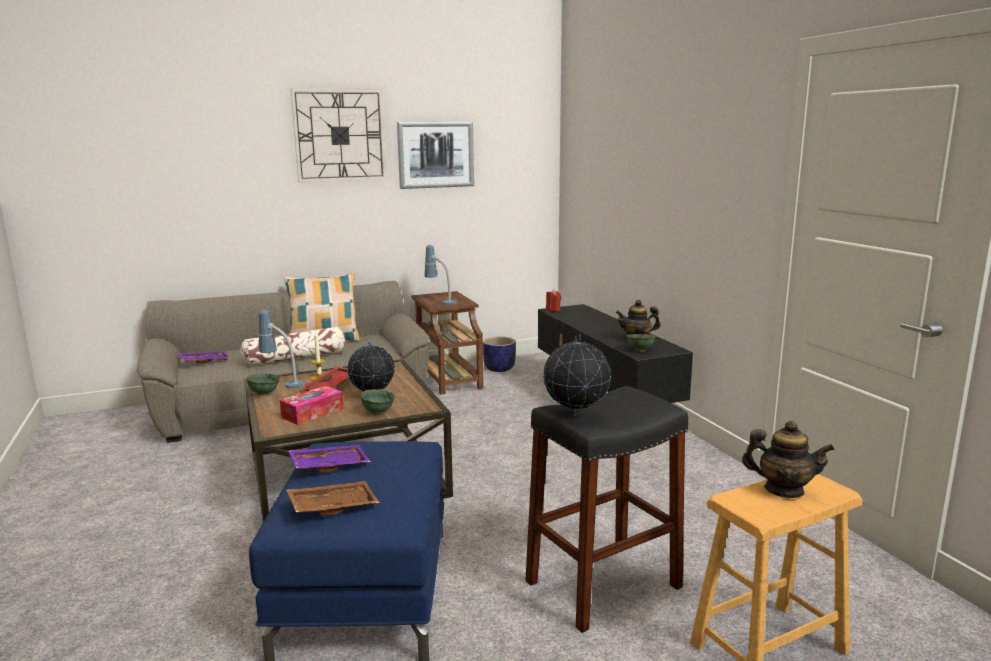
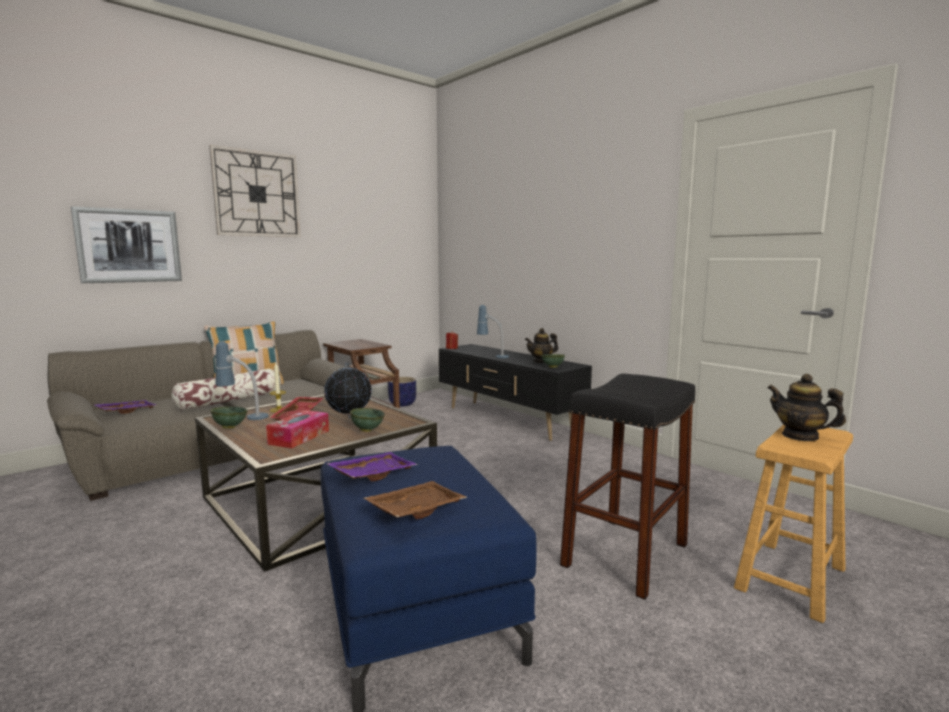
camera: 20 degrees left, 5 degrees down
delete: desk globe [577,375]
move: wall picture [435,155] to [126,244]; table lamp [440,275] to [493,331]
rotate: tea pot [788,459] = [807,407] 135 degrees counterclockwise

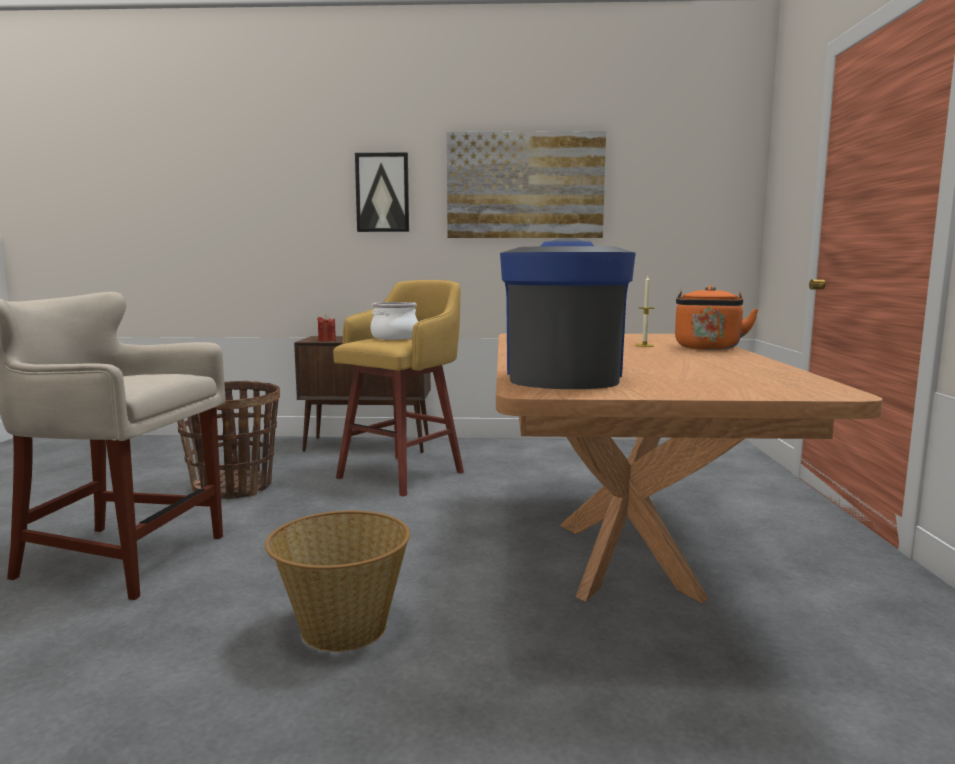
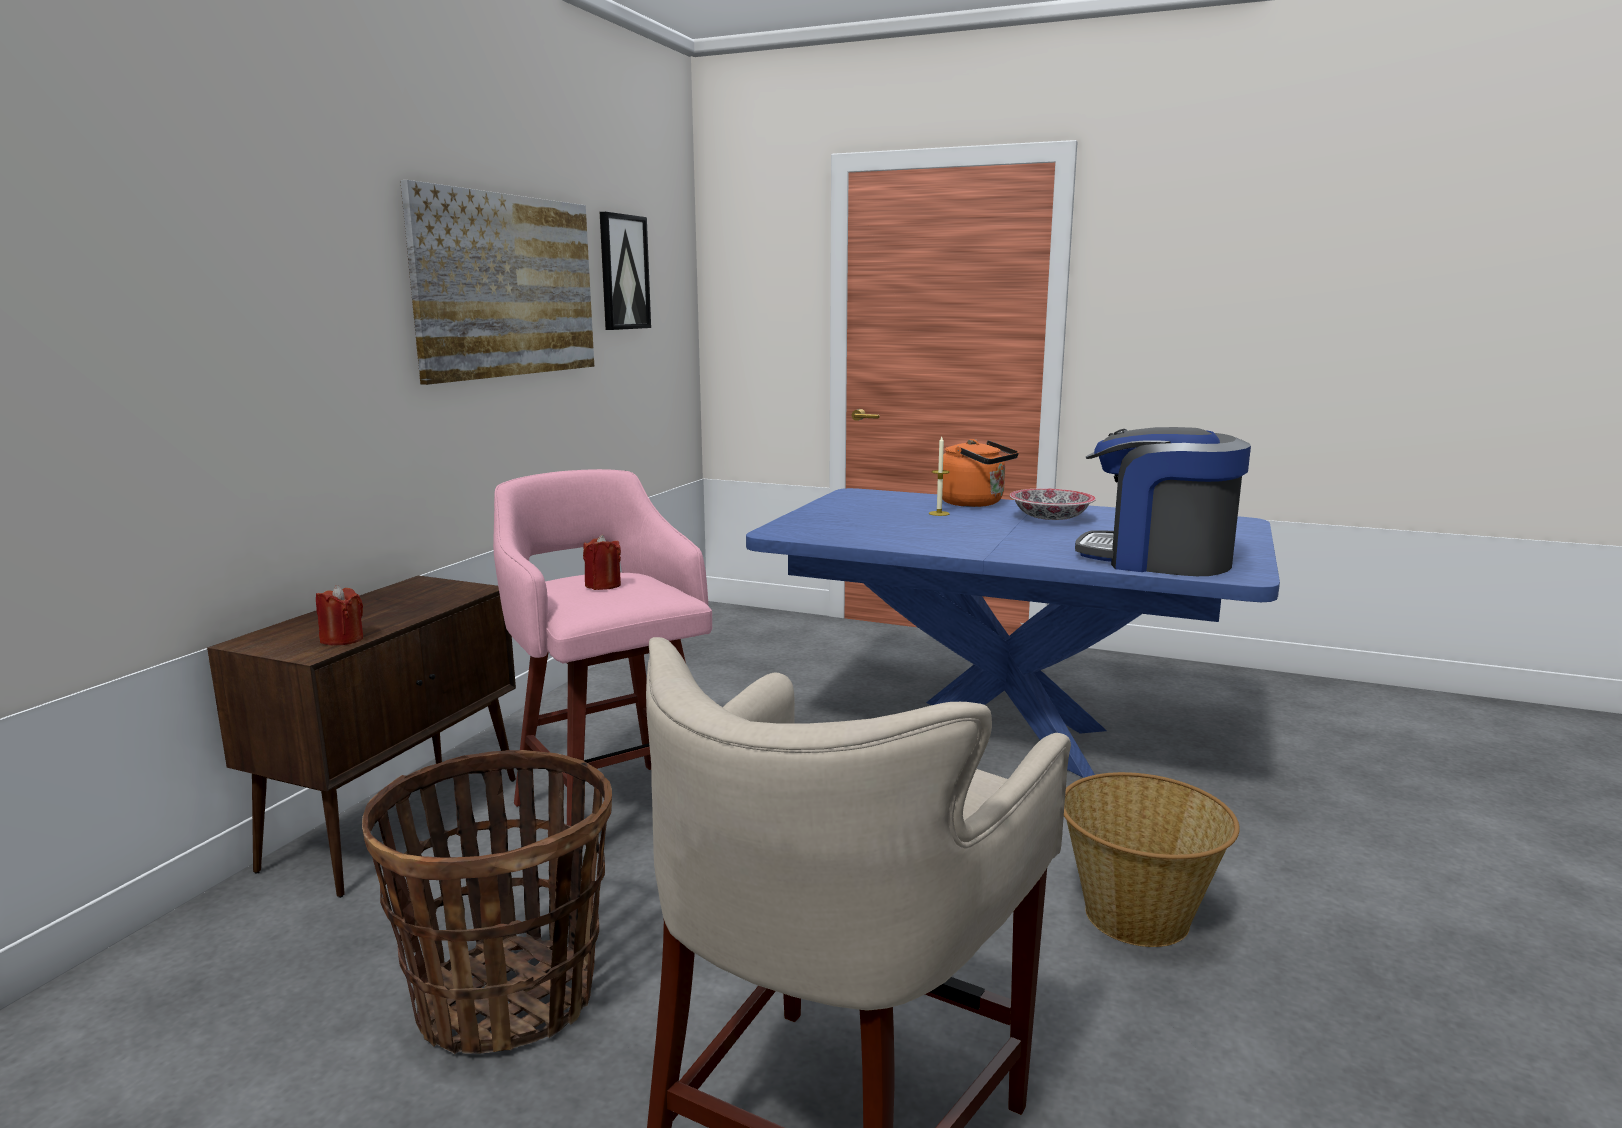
camera: 70 degrees left, 5 degrees up
insert: deep dish [1053,504]
move: wall picture [382,192] to [625,271]
replace: stockpot [394,321] to wax light (reddish) [602,562]
recolor: stool seat (yellow-coloured) [398,388] to stool seat (pinkish) [602,647]; kitchen table (brownish) [689,468] to kitchen table (blue-coloured) [1013,633]

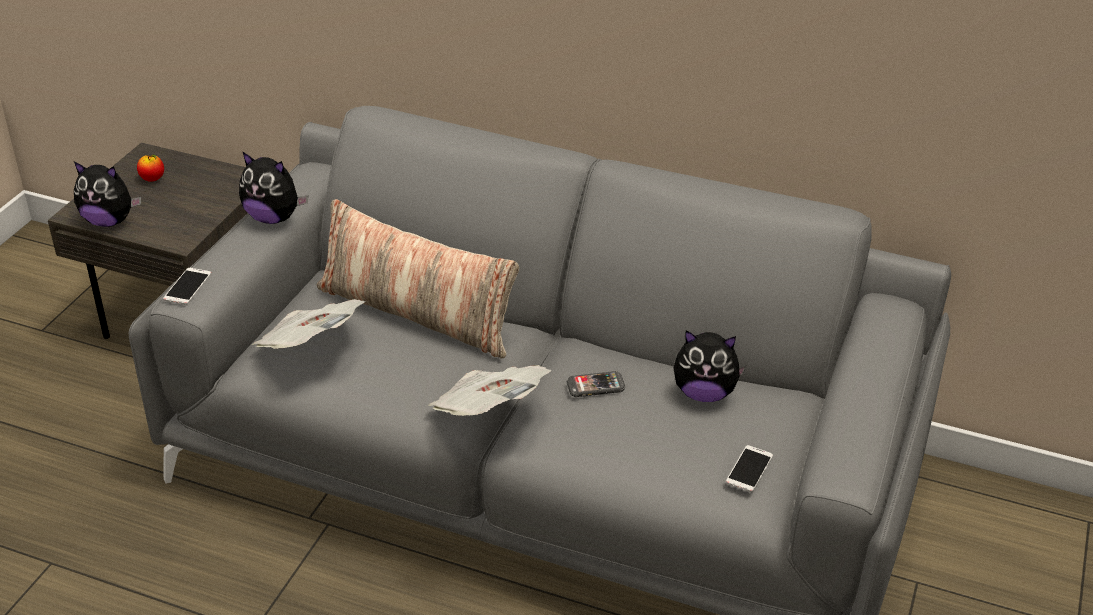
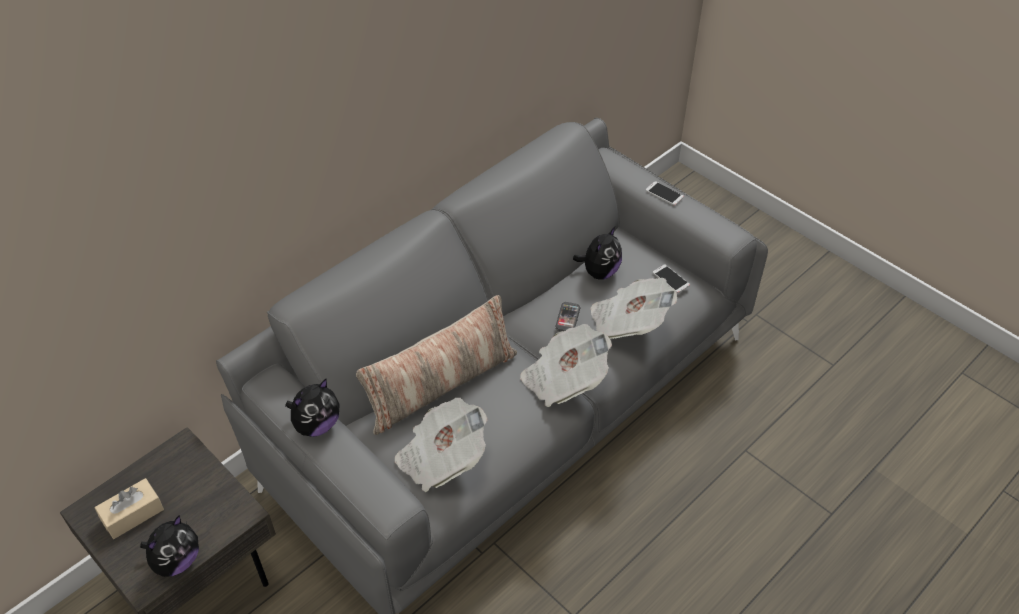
camera: 65 degrees left, 10 degrees up
insert: newspaper [633,308]
move: handset [187,286] to [665,193]
replace: apple fruit [150,168] to box of tissues (sand-coloured) [129,508]

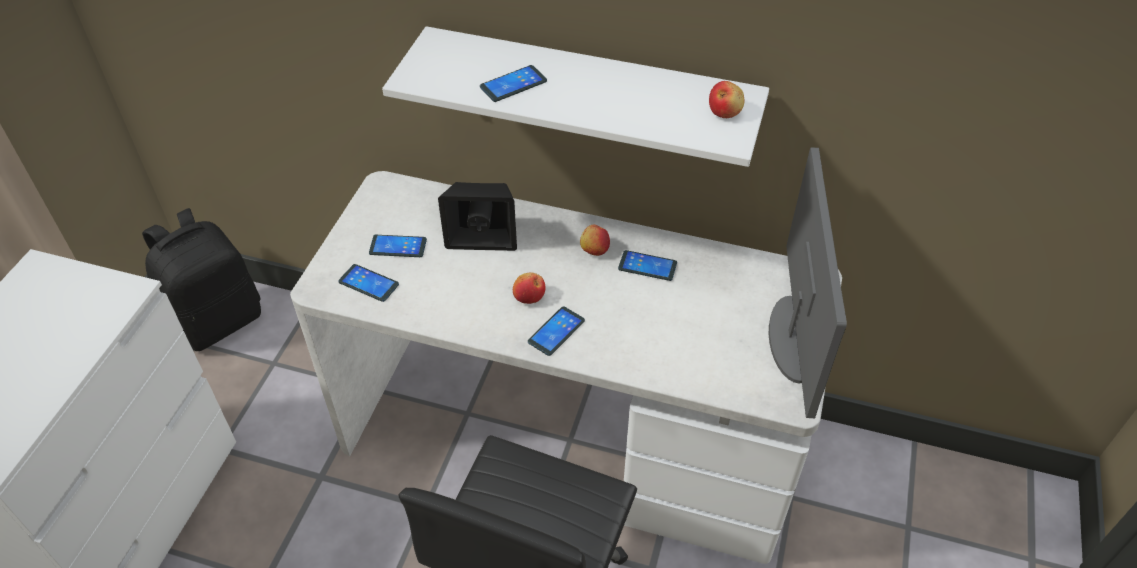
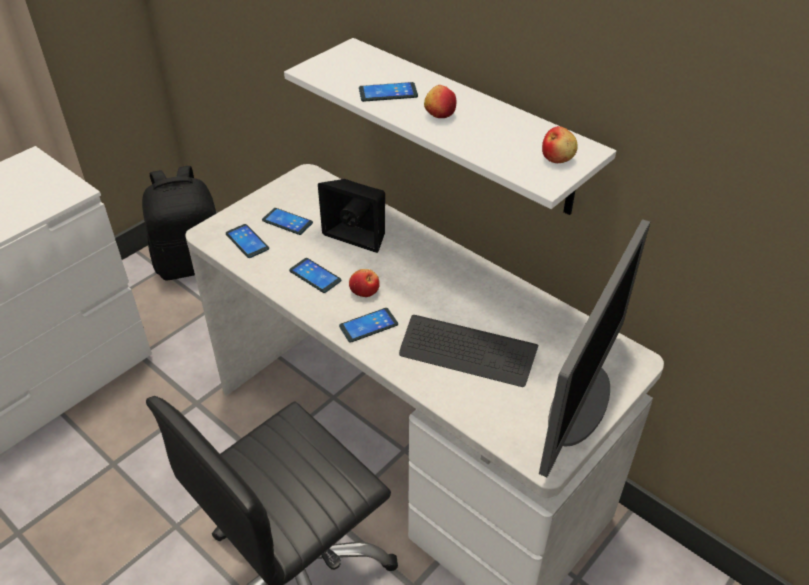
camera: 25 degrees right, 5 degrees down
insert: PC keyboard [468,351]
move: apple fruit [595,240] to [440,101]; handset [647,265] to [315,275]

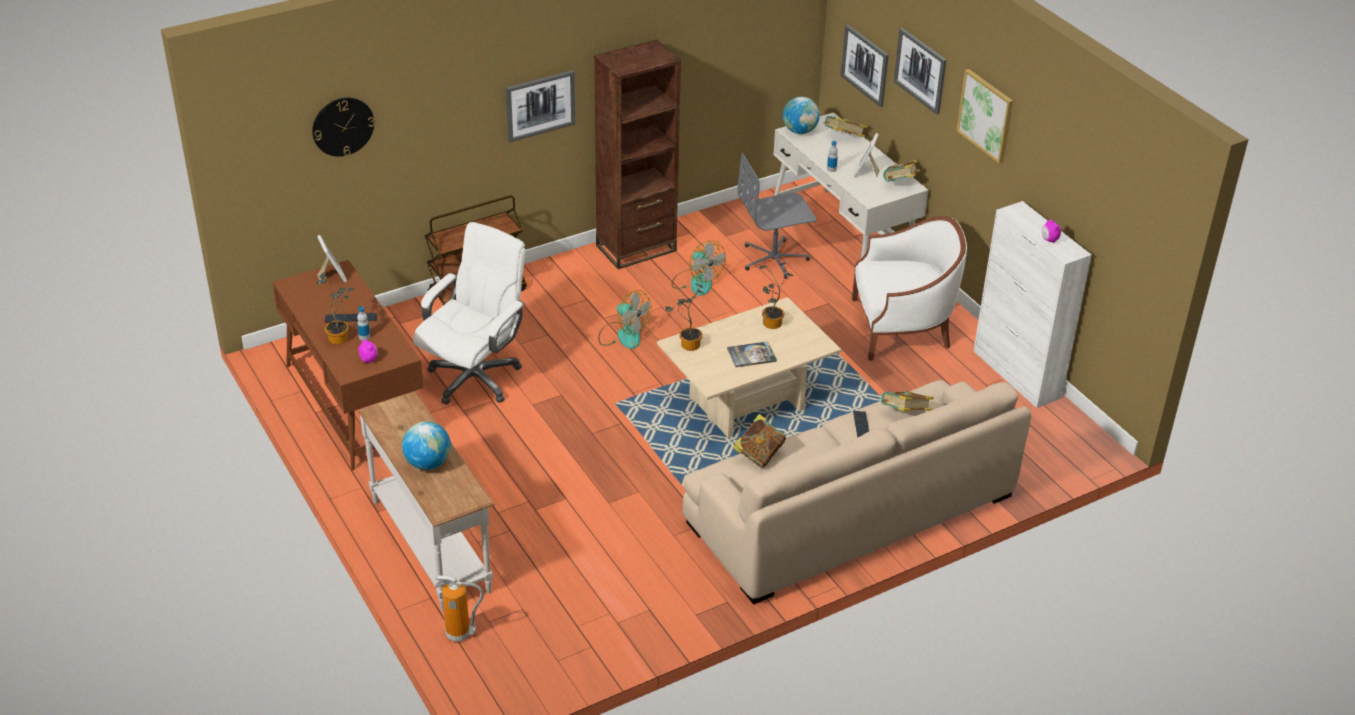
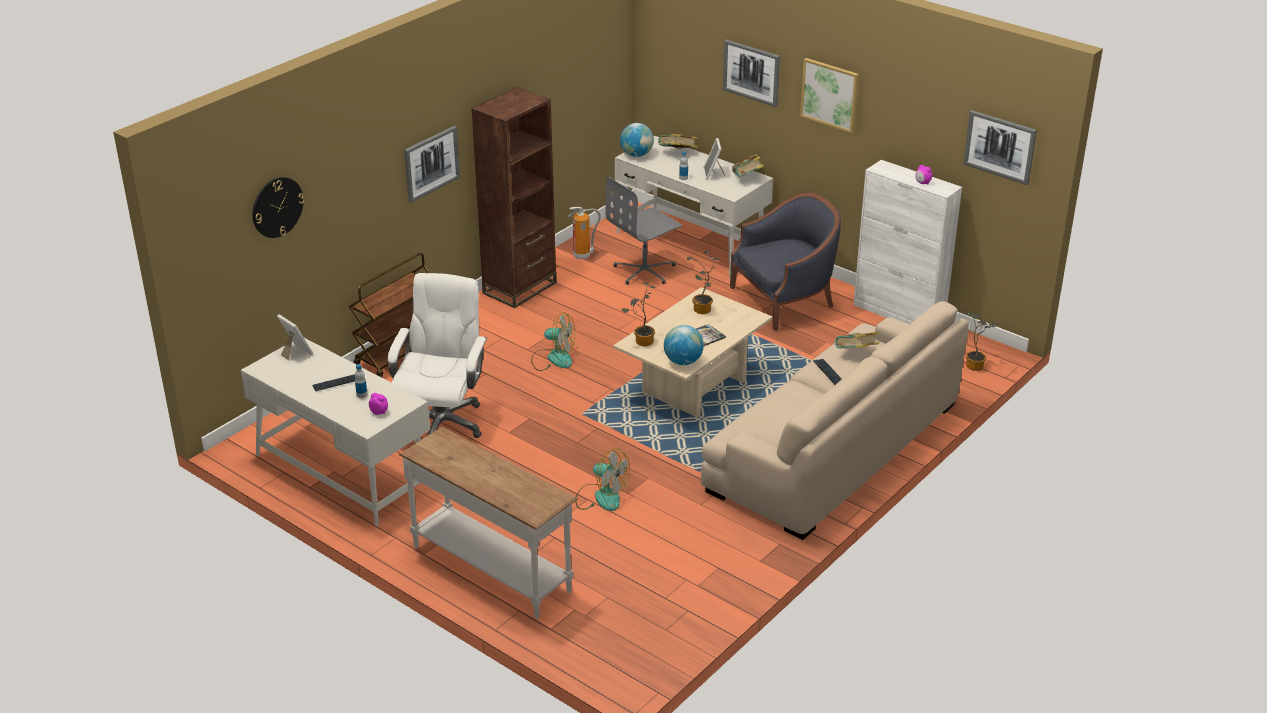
camera: 20 degrees left, 5 degrees down
delete: volume [759,441]
move: wall picture [865,66] to [1000,147]; cooling fan [699,268] to [602,479]; plant in a pot [336,309] to [981,341]; desk globe [426,445] to [684,345]; fire-fighting cylinder [459,608] to [584,233]
recolor: armchair (white-coloured) [909,288] to armchair (blue-coloured) [785,262]; desk unit (brownish) [348,365] to desk unit (white-coloured) [335,432]

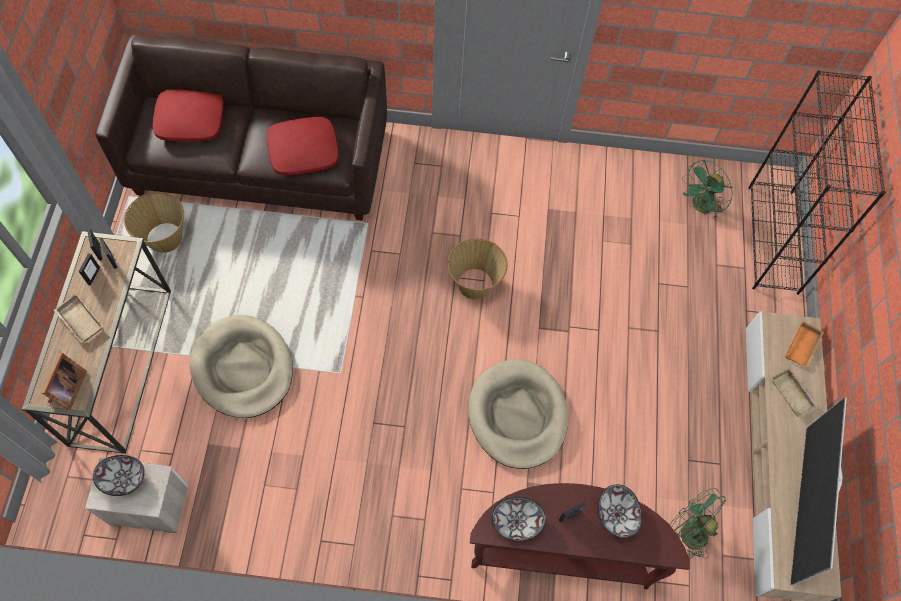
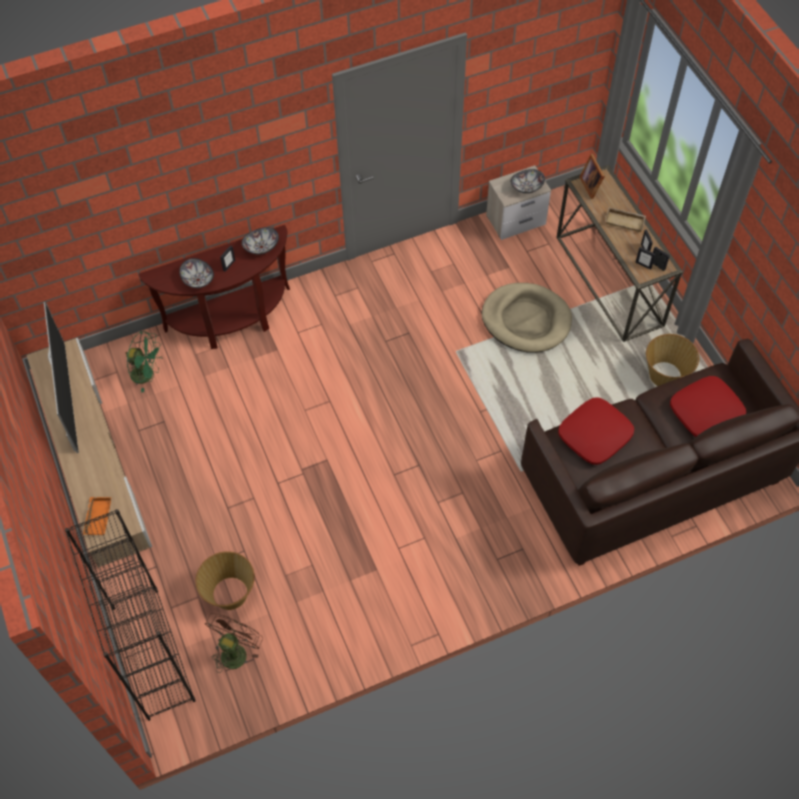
camera: 155 degrees right, 5 degrees down
delete: dog cushion (sand-coloured) [518,414]; carrying tray (sand-coloured) [794,392]
move: household basket [478,269] to [225,580]
recolor: cooling fan (green-coloured) [707,189] to cooling fan (brownish) [234,643]

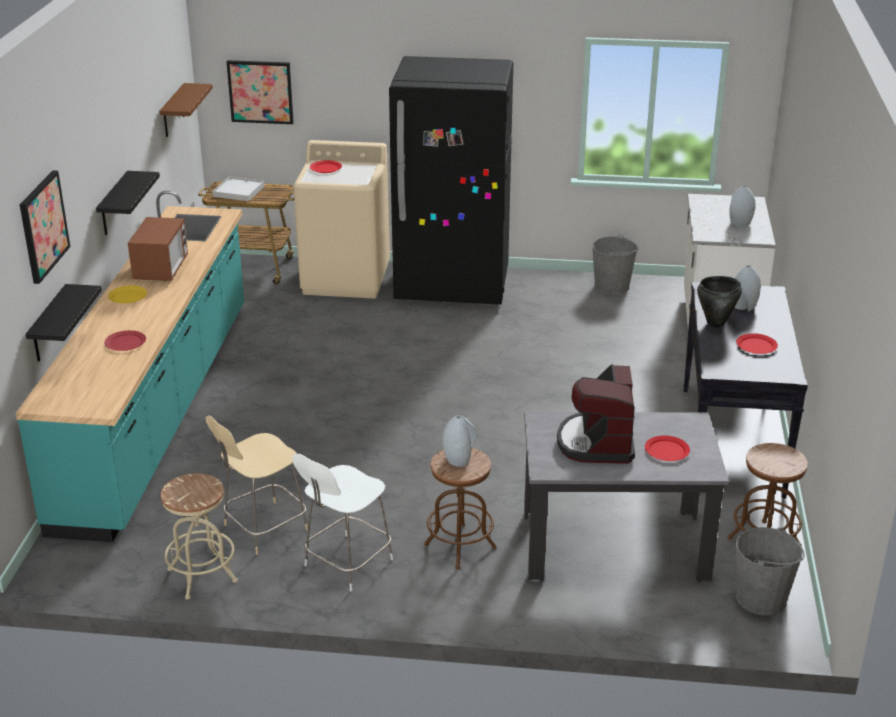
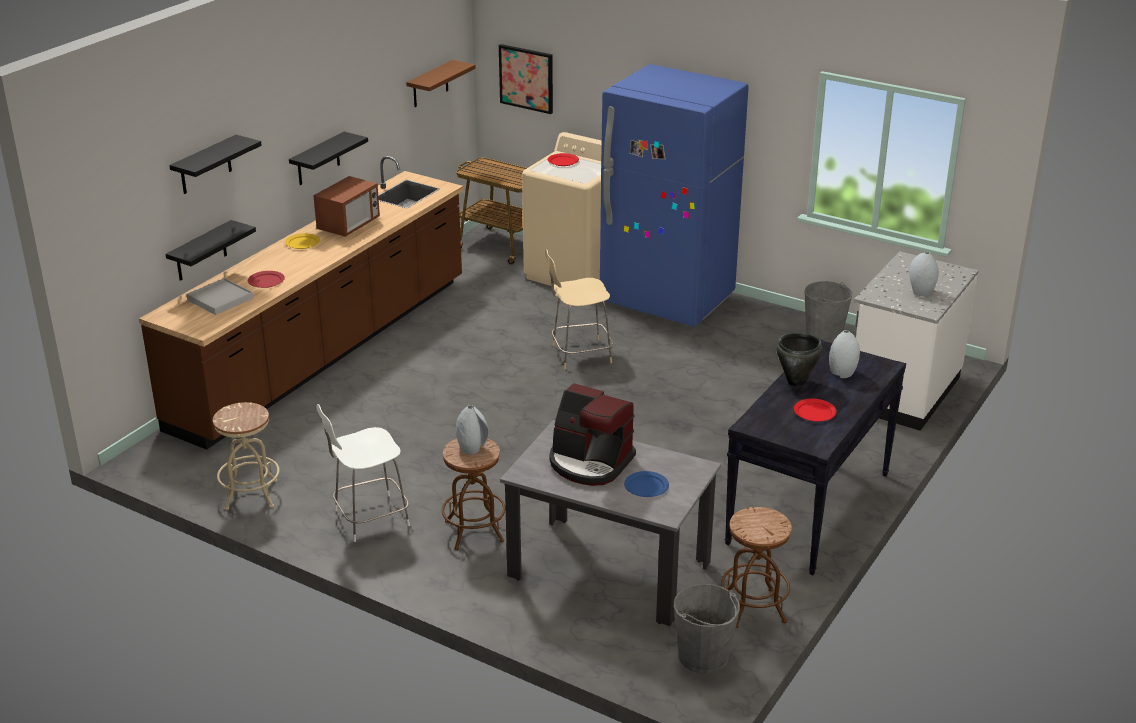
camera: 25 degrees right, 0 degrees up
move: carrying tray (white-coloured) [238,189] to [220,296]; chair (sand-coloured) [257,485] to [579,309]
replace: wall picture [45,227] to wall shelf (black-coloured) [215,164]
recolor: kitchen fridge (black-coloured) [451,180] to kitchen fridge (blue-coloured) [674,195]; kitchen base unit (turquoise) [130,366] to kitchen base unit (brownish) [301,303]; plate (reddish) [667,448] to plate (blue-coloured) [646,484]
rotate: coffee maker [596,414] = [592,434] 90 degrees counterclockwise

